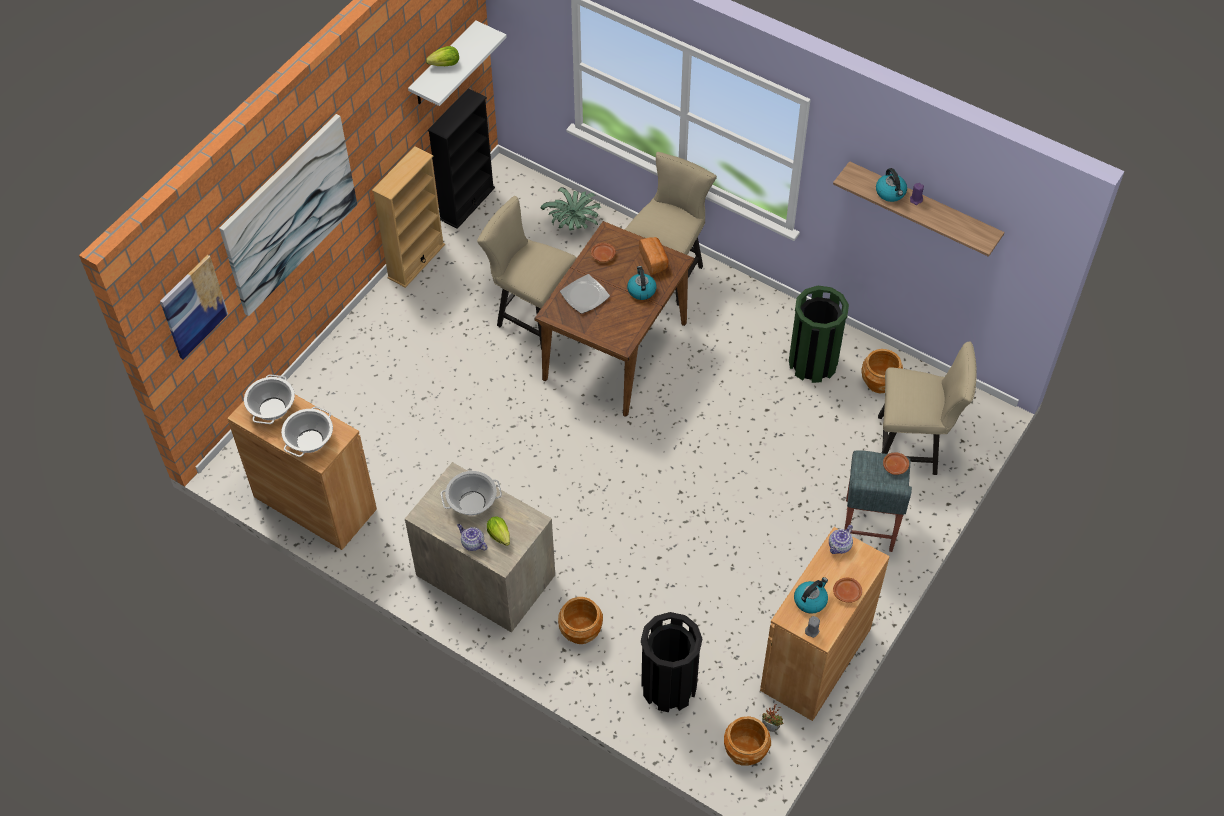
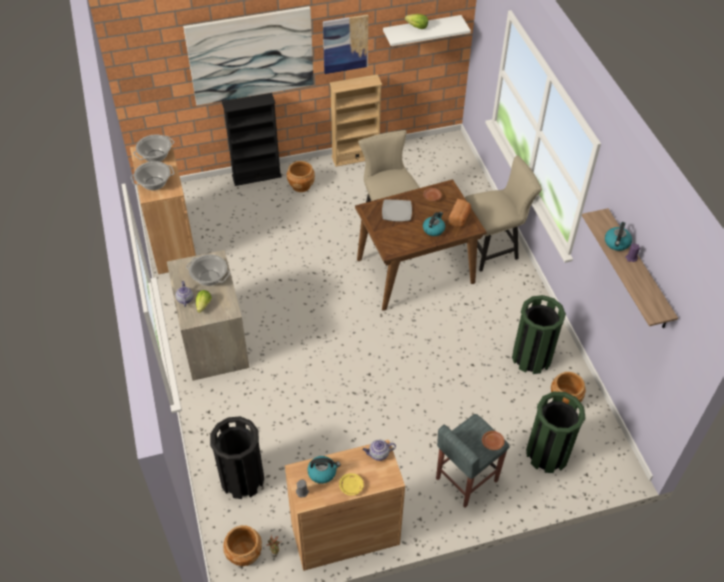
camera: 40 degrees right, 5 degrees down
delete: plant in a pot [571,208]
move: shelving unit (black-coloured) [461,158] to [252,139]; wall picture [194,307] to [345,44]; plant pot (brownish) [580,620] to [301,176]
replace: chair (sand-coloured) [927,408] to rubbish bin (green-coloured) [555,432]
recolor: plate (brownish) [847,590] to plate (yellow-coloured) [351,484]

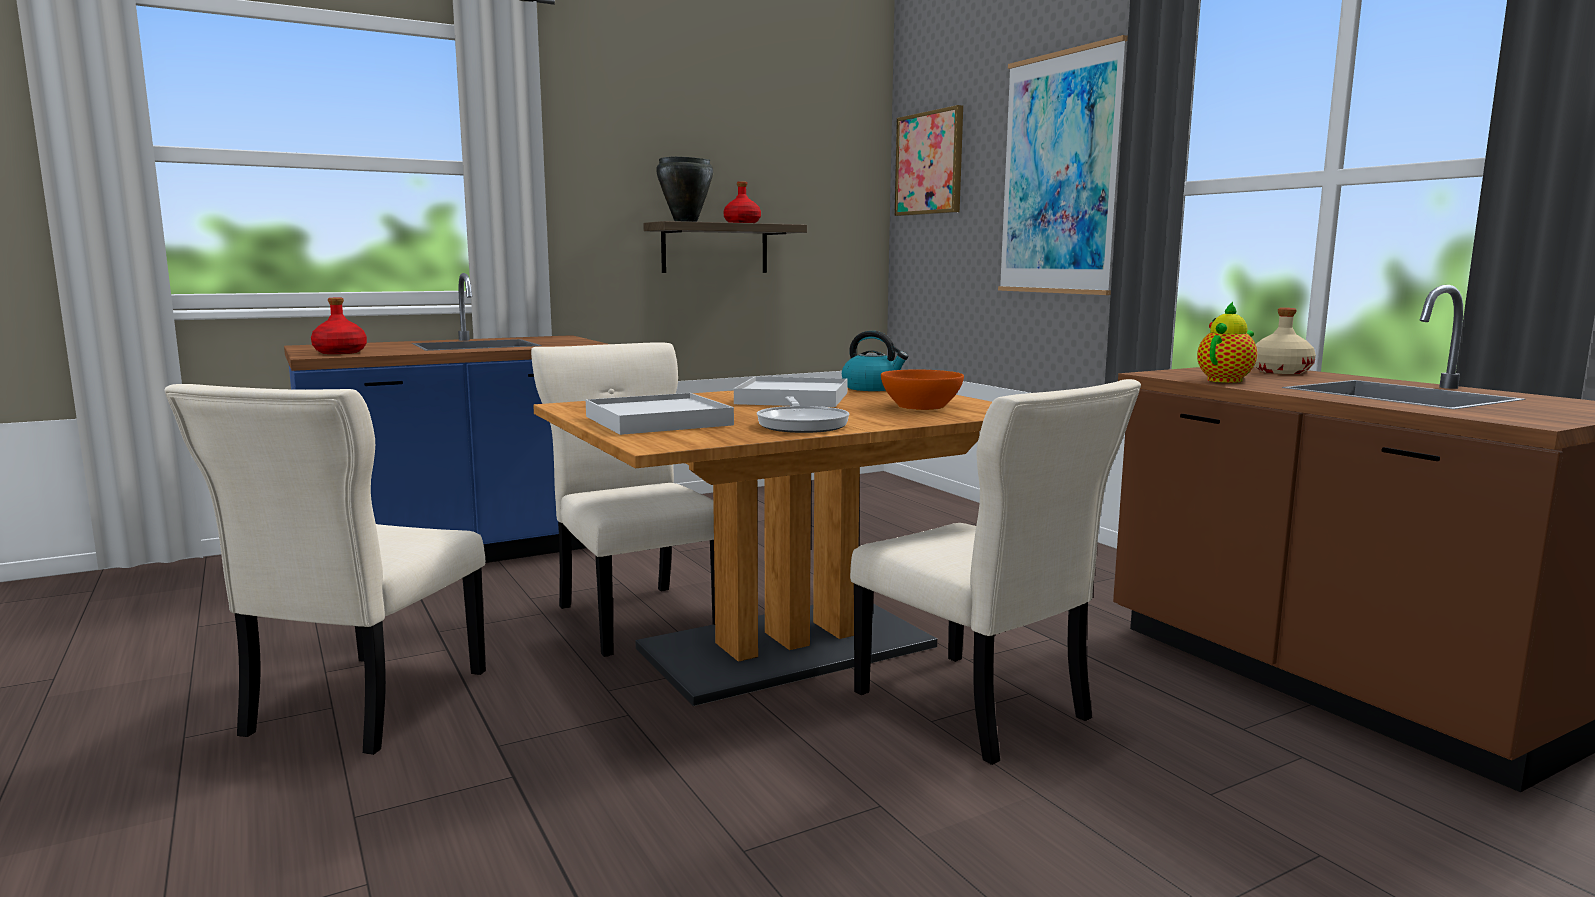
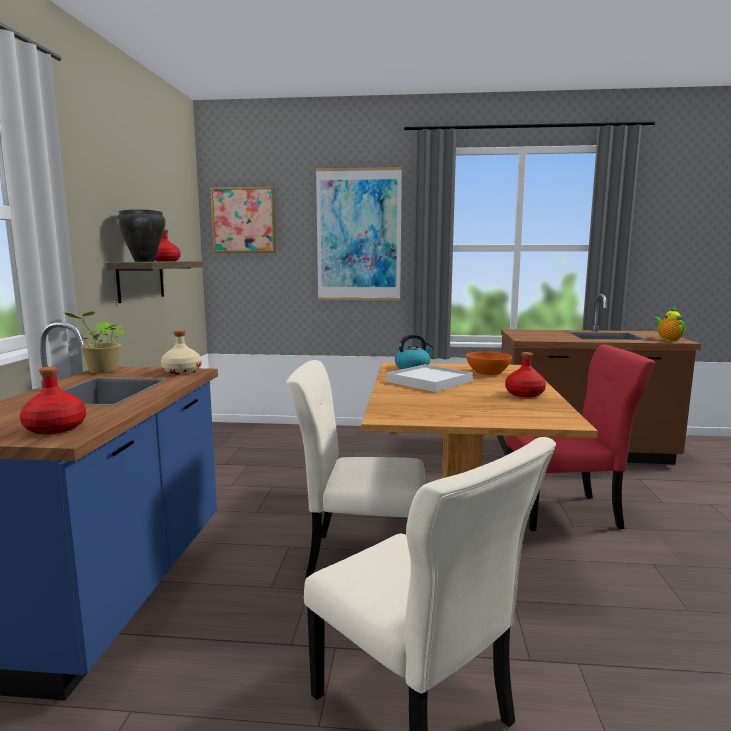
camera: 55 degrees left, 0 degrees up
delete: carrying tray (white-coloured) [660,414]
insert: plant in a pot [94,342]
move: tea pot [1227,342] to [669,323]; beverage bottle (sand-coloured) [1285,341] to [181,352]
replace: skillet [803,414] to beverage bottle (reddish) [525,374]
recolor: chair (sand-coloured) [995,572] to chair (reddish) [581,437]

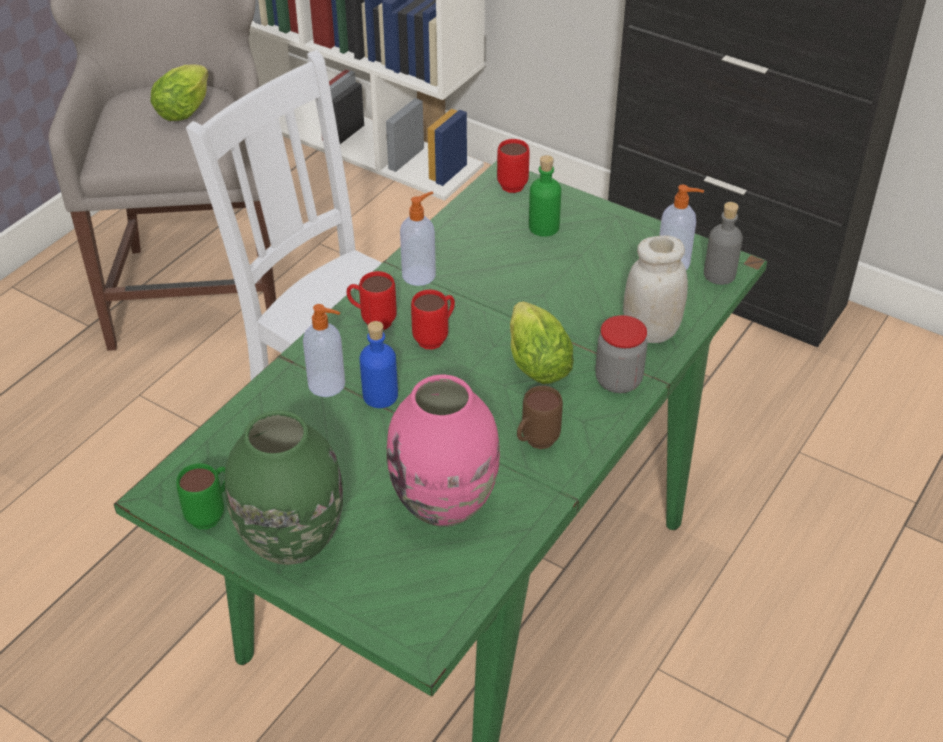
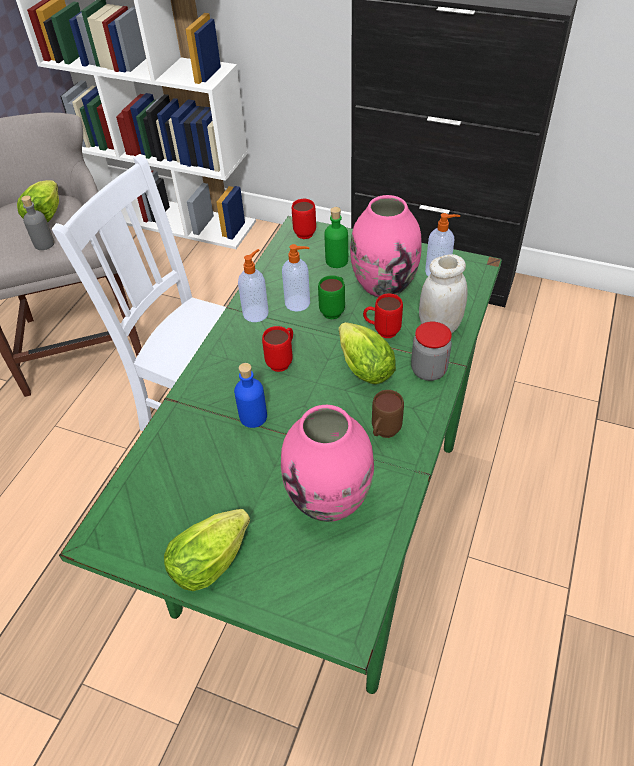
camera: 10 degrees left, 5 degrees up
insert: vase (pinkish) [386,246]
move: beverage bottle (grey) [723,243] to [37,223]; coffee mug (reddish) [371,300] to [383,316]; soap dispenser [324,350] to [296,277]; coffee mug (green-coloured) [200,496] to [331,297]
replace: vase (green-coloured) [284,487] to lettuce [207,550]

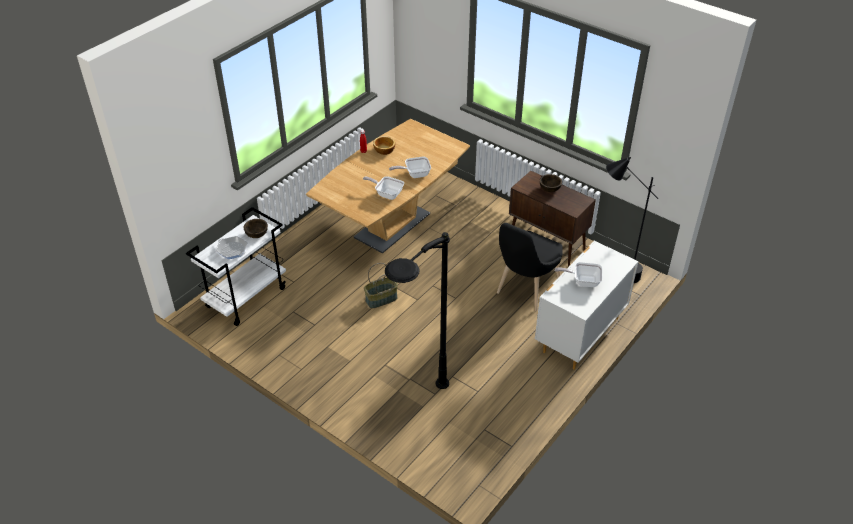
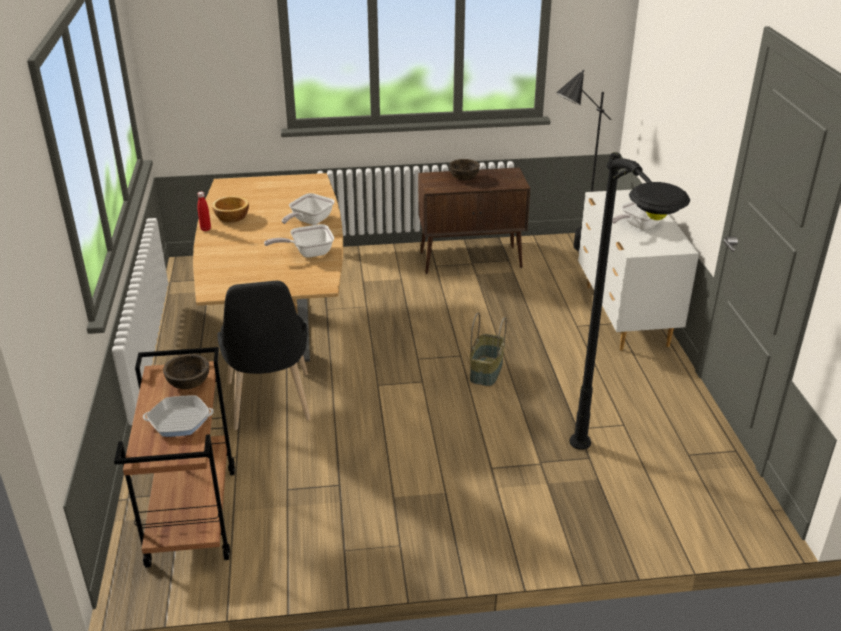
camera: 45 degrees left, 10 degrees down
move: chair (black-coloured) [530,267] to [264,355]; household basket [381,286] to [488,349]
recolor: wheeled cart (white-coloured) [236,266] to wheeled cart (brownish) [174,457]

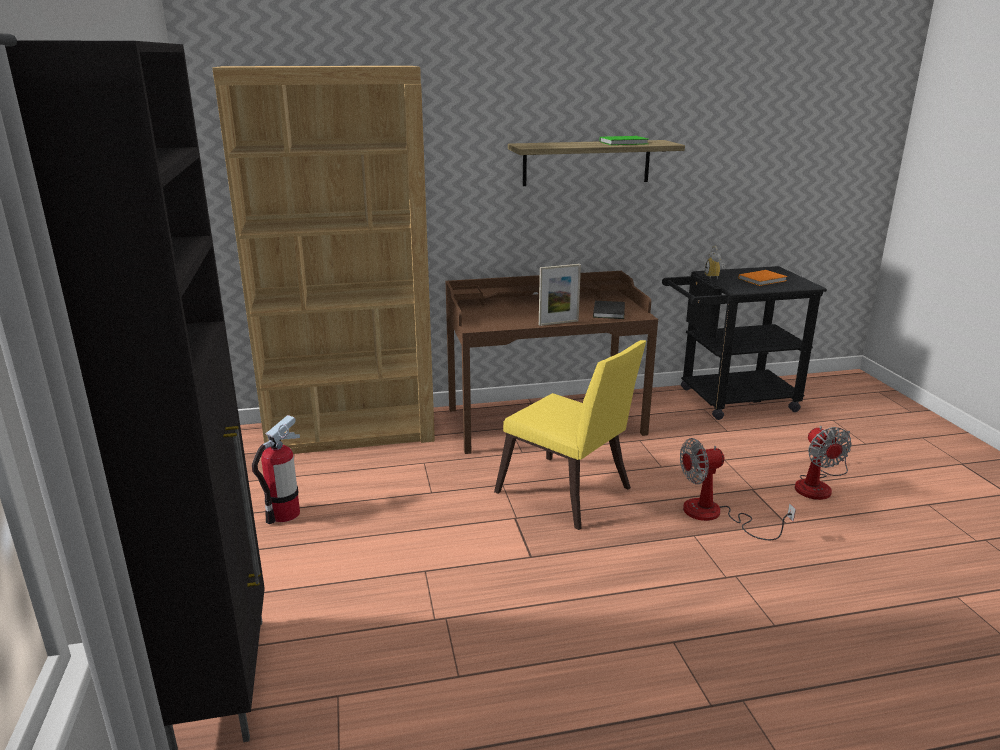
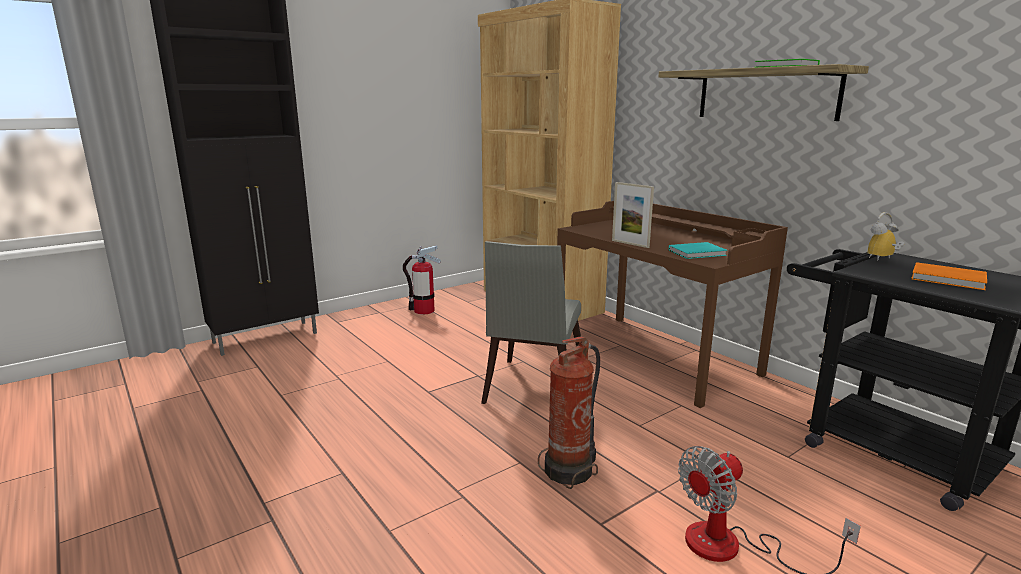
camera: 65 degrees right, 5 degrees down
replace: cooling fan [738,489] to fire-fighting cylinder [569,412]
recolor: volume (black-coloured) [609,310] to volume (turquoise) [698,250]; chair (yellow-coloured) [570,435] to chair (grey) [531,322]

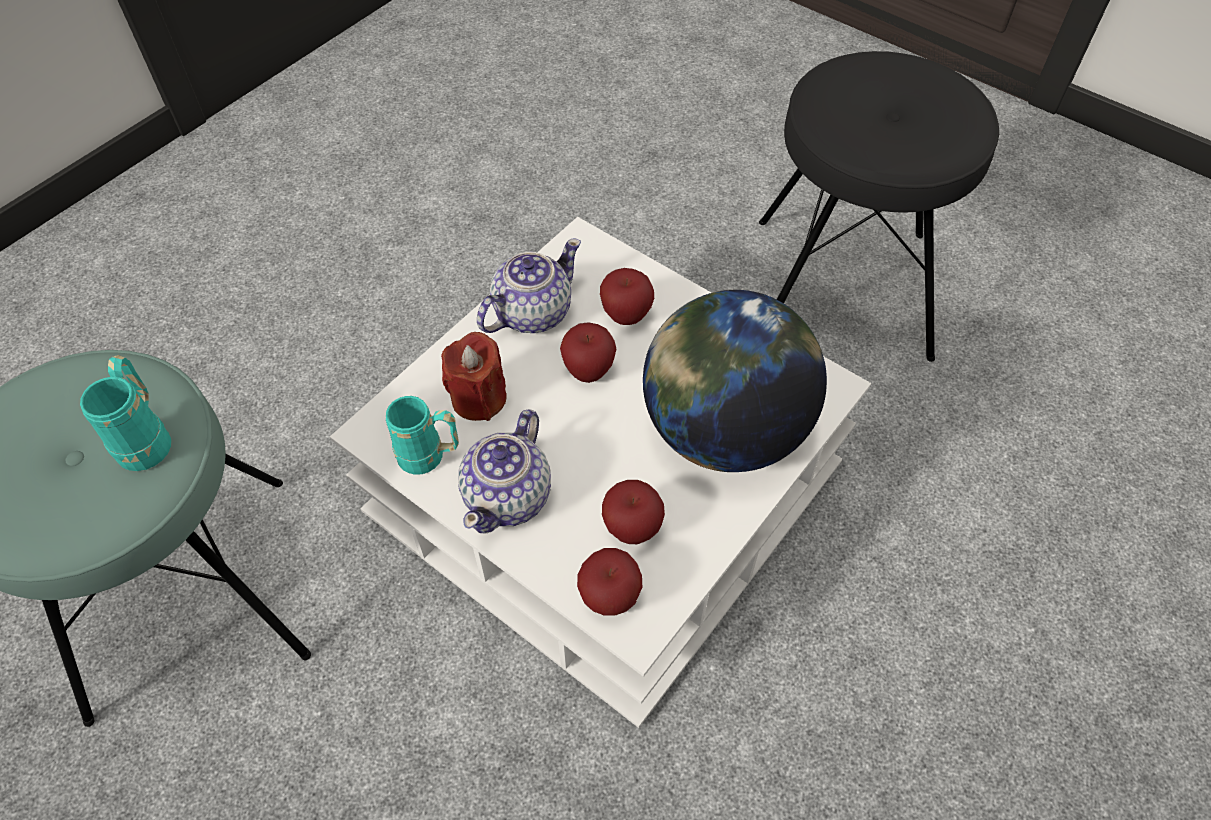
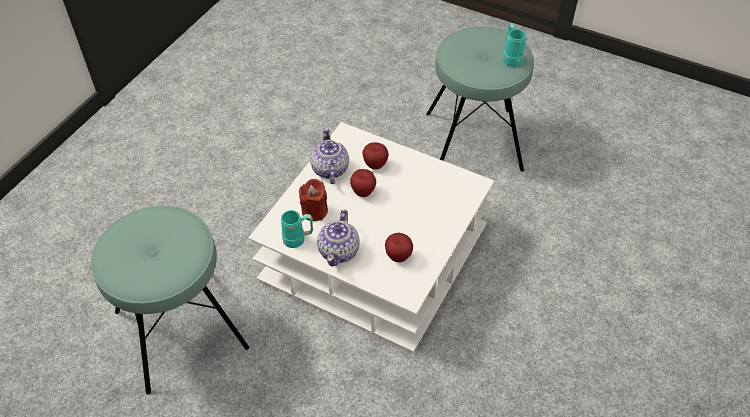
camera: 10 degrees left, 5 degrees down
delete: desk globe [735,381]; apple fruit [609,581]
move: coffee mug (turquoise) [125,413] to [514,45]
recolor: stool seat (black-coloured) [879,206] to stool seat (turquoise) [480,99]
rotate: tea pot [529,286] = [329,156] 45 degrees counterclockwise

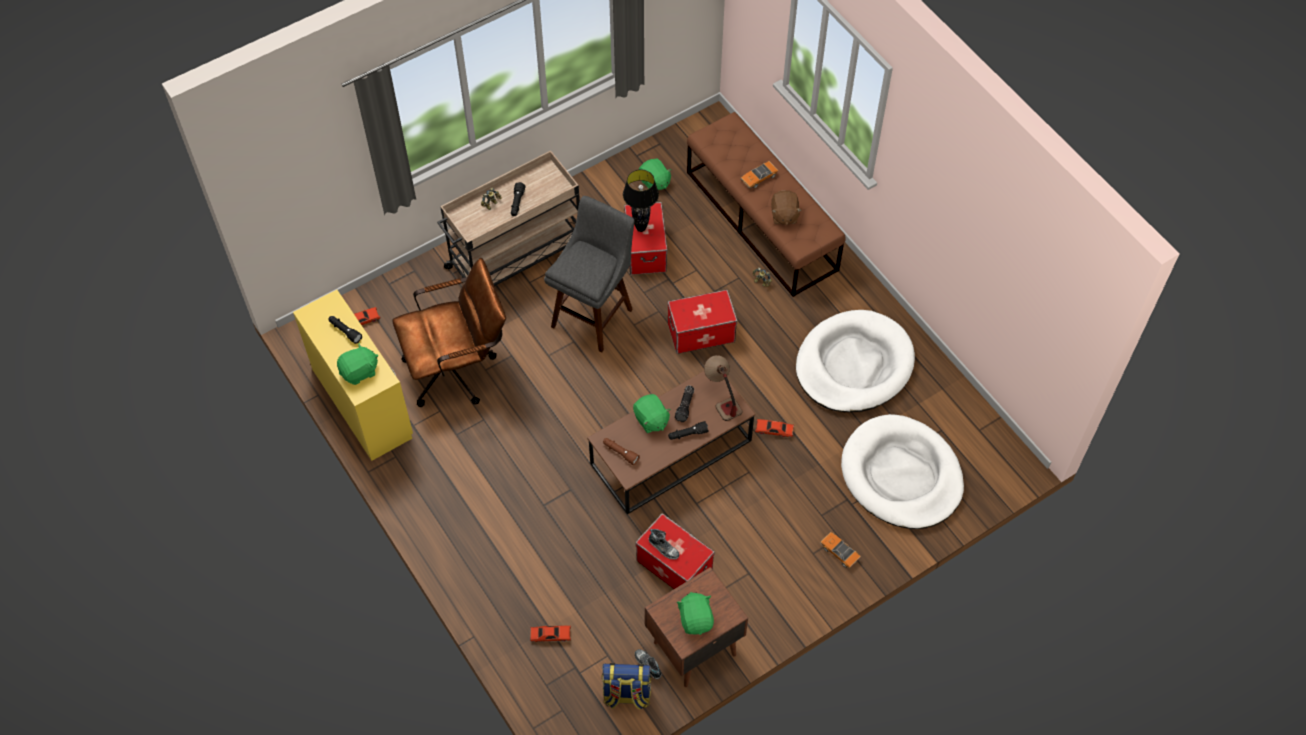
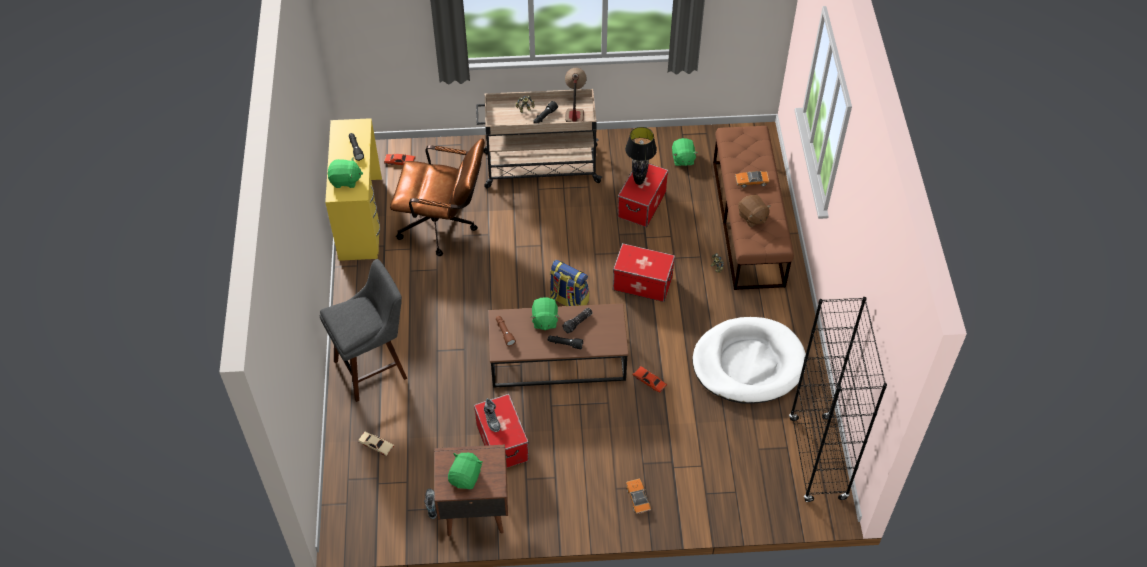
camera: 30 degrees right, 5 degrees down
delete: dog cushion (white-coloured) [902,471]
insert: shelving unit (black-coloured) [838,399]
move: stool seat (grey) [589,274] to [363,330]; table lamp [723,388] to [576,95]; backpack [626,686] to [569,283]
recolor: toy car (reddish) [550,632] to toy car (sand-coloured) [376,444]
rotate: cuddly toy (brownish) [786,207] = [754,211] 60 degrees counterclockwise

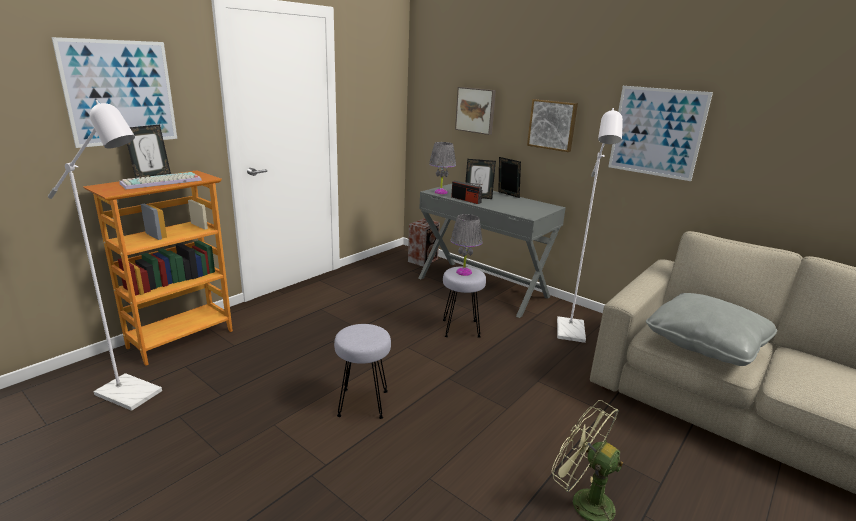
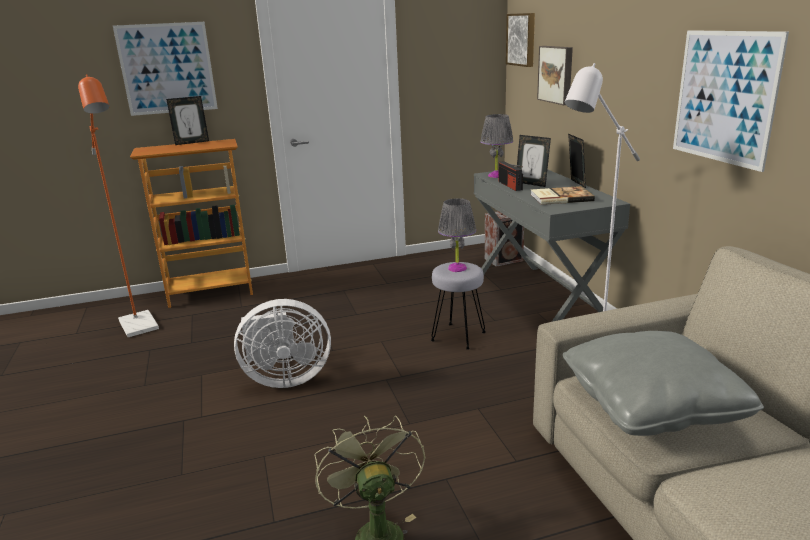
camera: 35 degrees right, 0 degrees up
delete: PC keyboard [161,181]
insert: volume [562,195]
move: wall picture [552,125] to [520,40]
replace: stool seat (grey) [362,371] to cooling fan (white-coloured) [282,343]
recolor: standard lamp (white-coloured) [105,255] to standard lamp (orange) [118,205]

